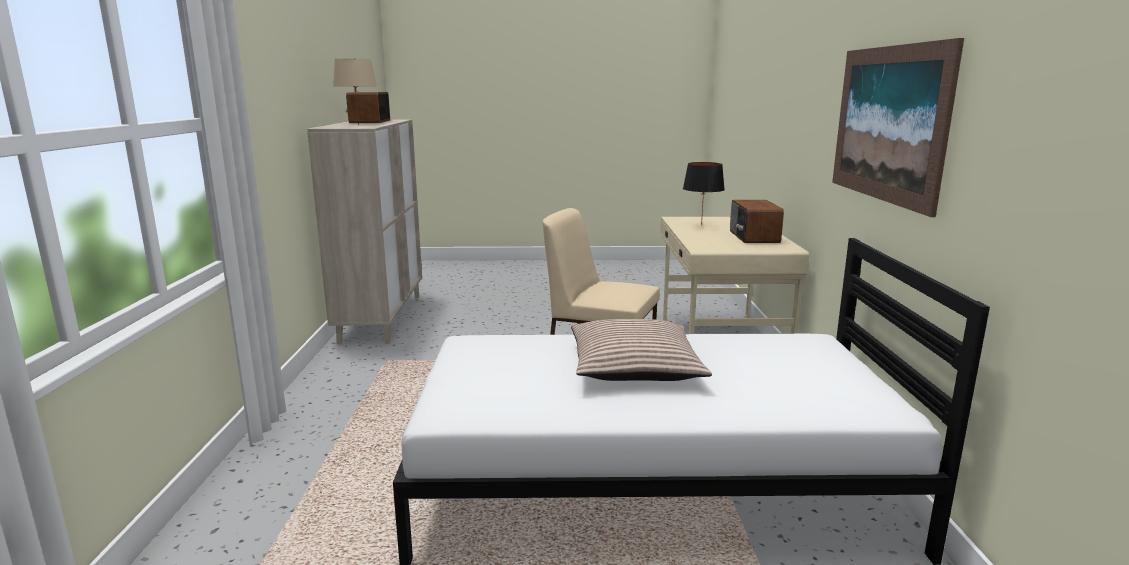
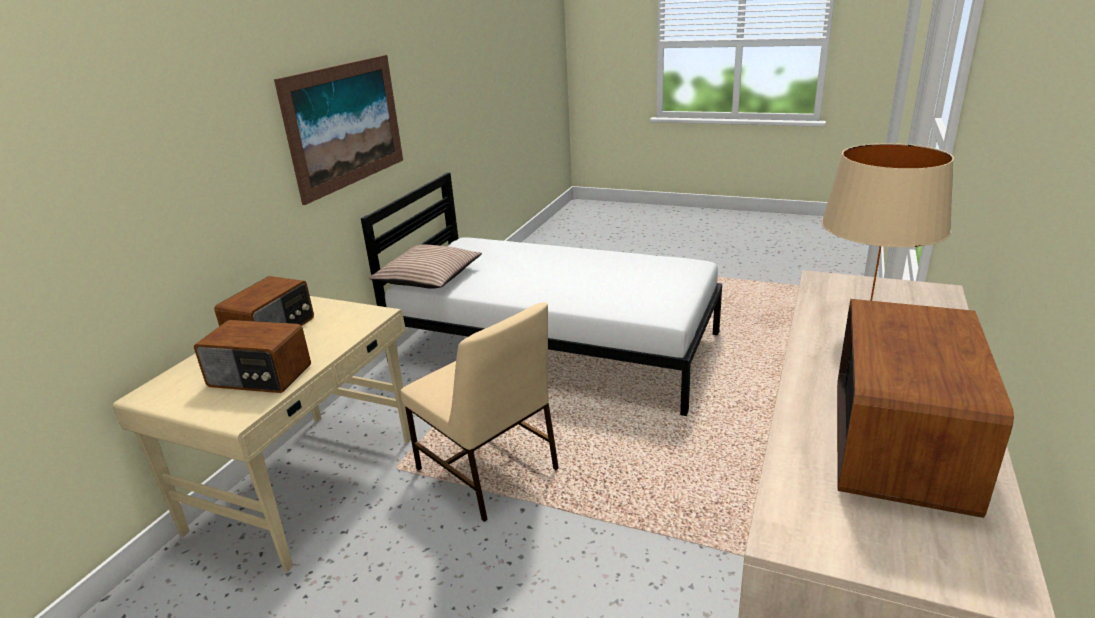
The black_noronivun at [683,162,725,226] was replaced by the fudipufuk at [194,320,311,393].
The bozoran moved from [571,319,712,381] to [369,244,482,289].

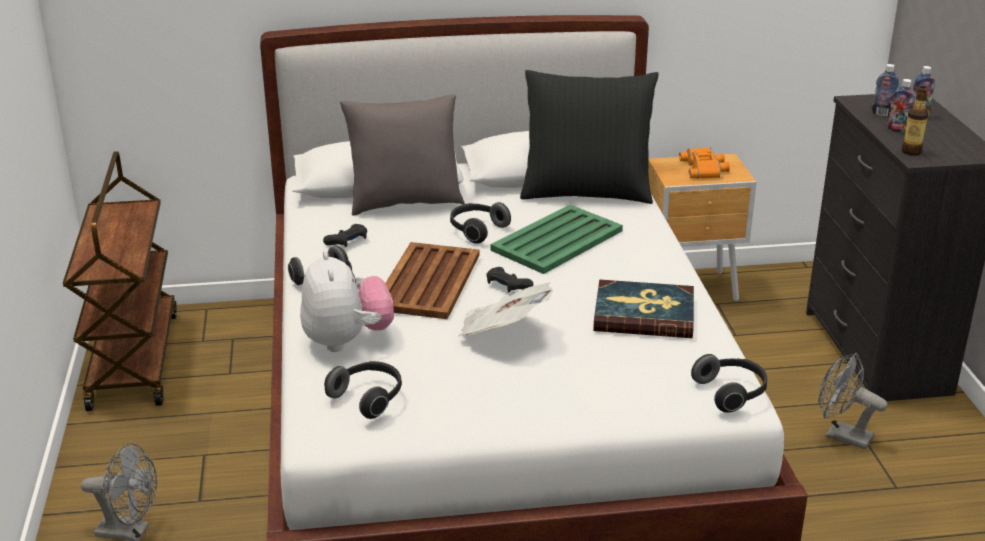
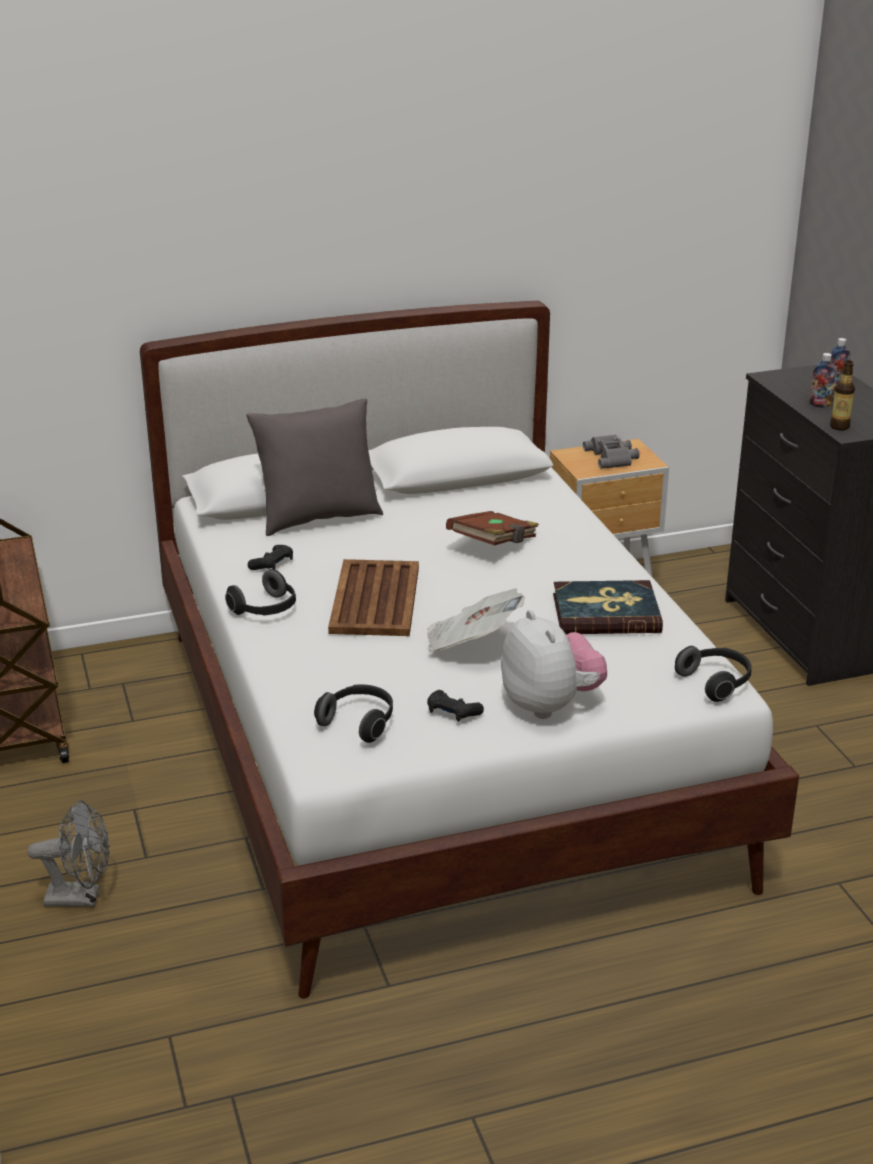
The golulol at [872,64,899,117] disappeared.
The black_bozoran at [520,70,659,204] disappeared.
The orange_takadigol at [679,148,730,179] became the grey_takadigol at [583,435,639,469].
The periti at [450,202,511,244] disappeared.
The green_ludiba at [490,205,623,274] was replaced by the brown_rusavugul at [446,511,539,545].
The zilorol moved from [300,251,394,352] to [501,610,607,719].
The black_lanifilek moved from [487,267,533,292] to [427,690,484,722].
The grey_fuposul at [818,353,888,450] disappeared.

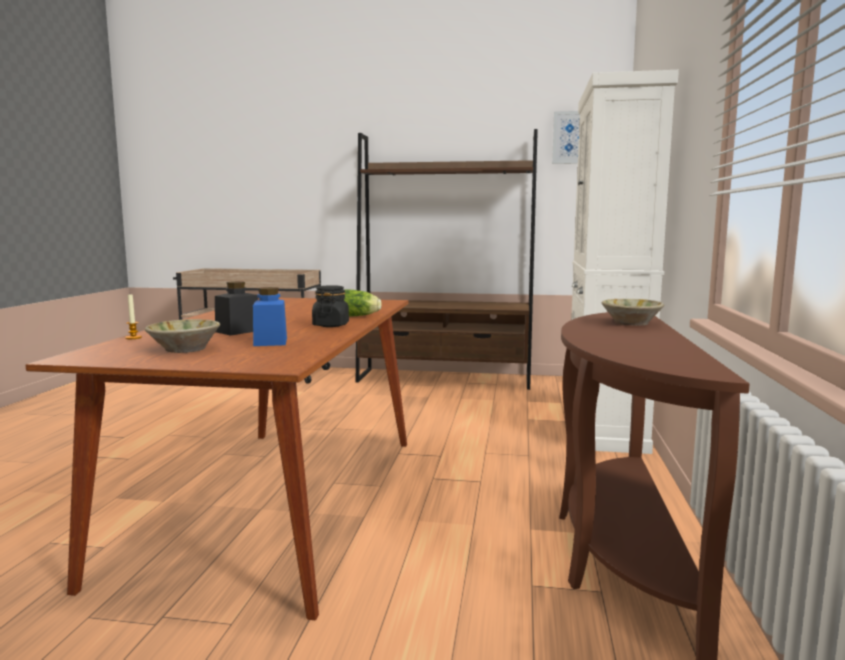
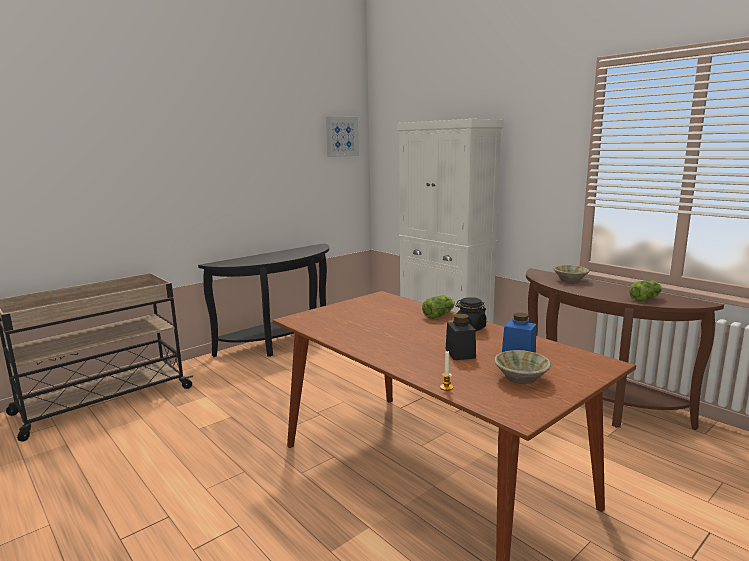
The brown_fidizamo at [356,129,538,390] was replaced by the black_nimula at [198,243,329,357].
The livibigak at [629,281,662,301] appeared.

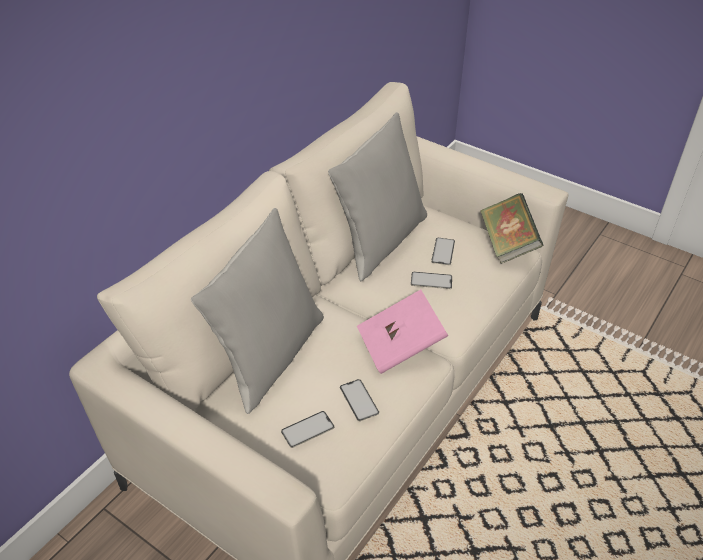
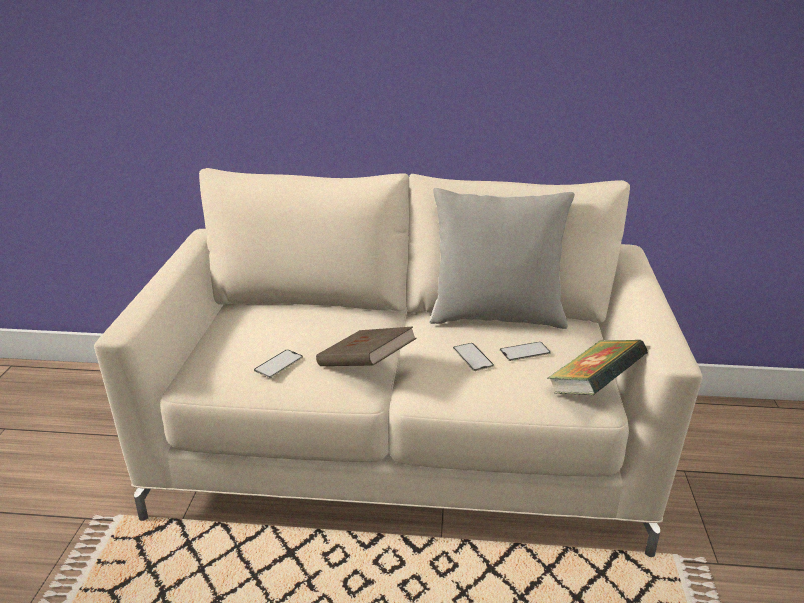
The grey_bozoran at [191,208,324,414] disappeared.
The pink_rusavugul at [357,290,448,374] became the brown_rusavugul at [316,327,417,366].
The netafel at [281,411,334,448] disappeared.

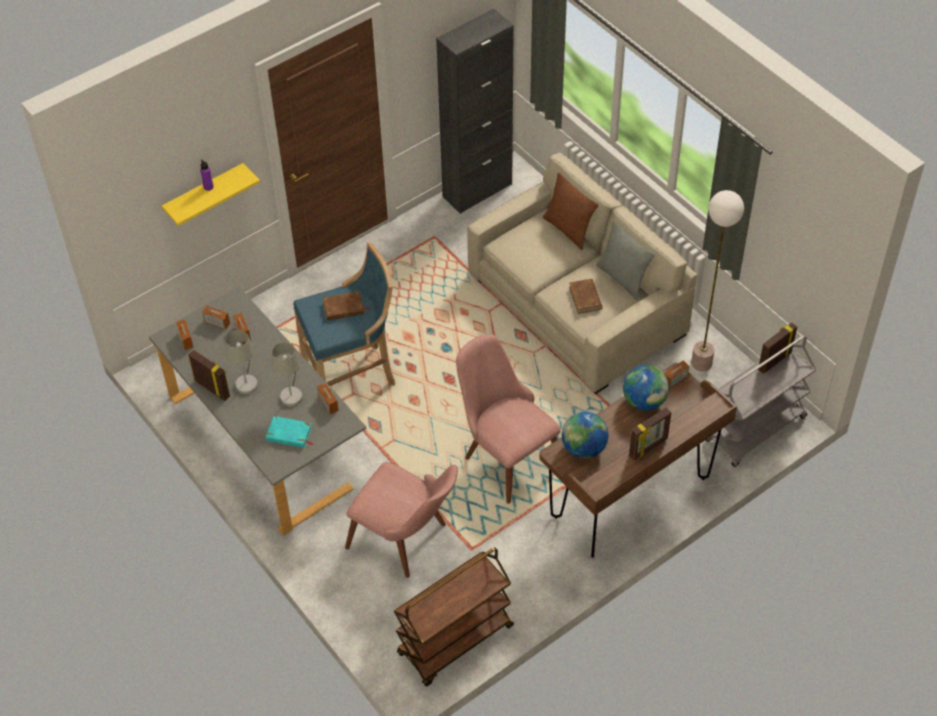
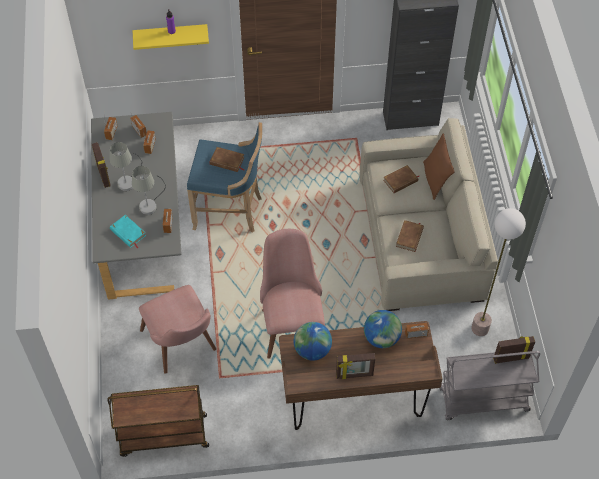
The grey_bozoran at [596,221,655,300] disappeared.
The brown_rusavugul at [383,165,420,193] appeared.

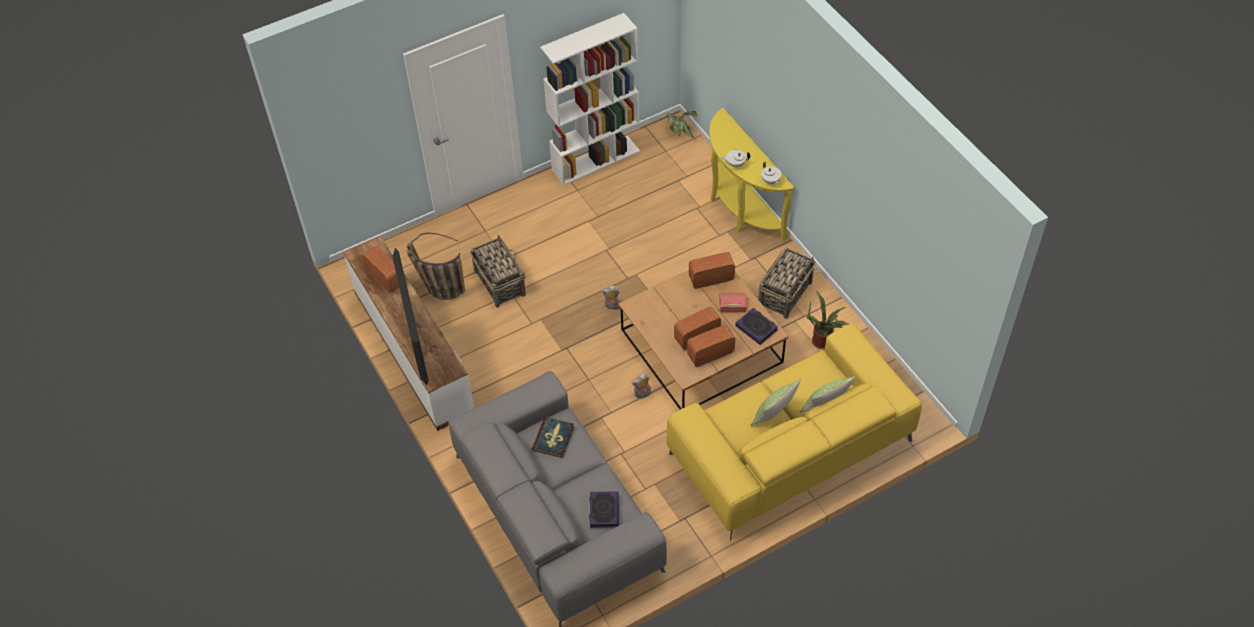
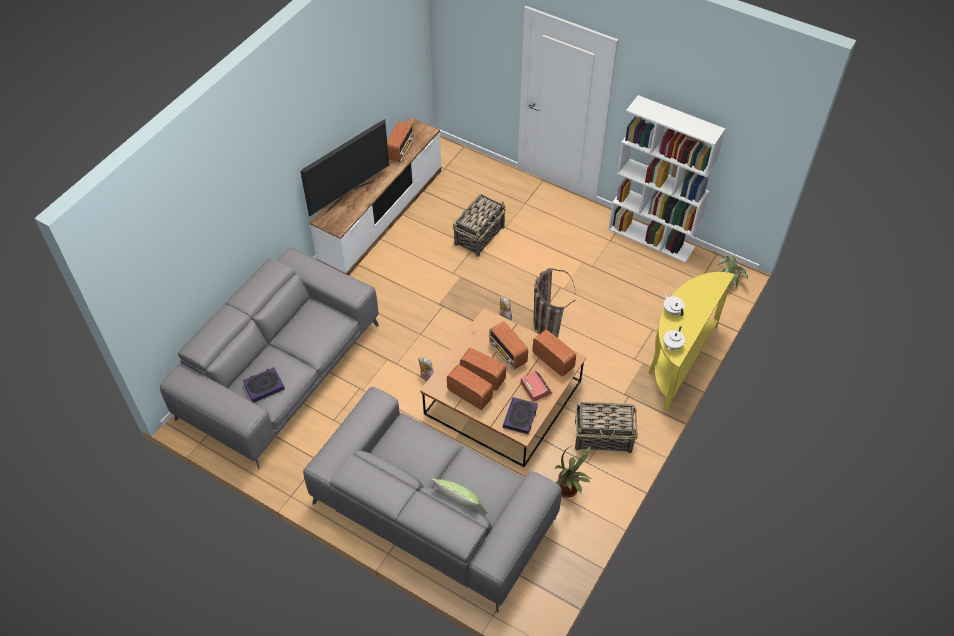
The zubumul moved from [406,233,465,300] to [534,268,576,338].
The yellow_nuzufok at [667,324,922,541] became the grey_nuzufok at [303,387,562,613].
The bozoran at [751,379,801,426] disappeared.
The rusavugul at [532,417,574,458] disappeared.
The fudipufuk at [489,321,528,370] appeared.

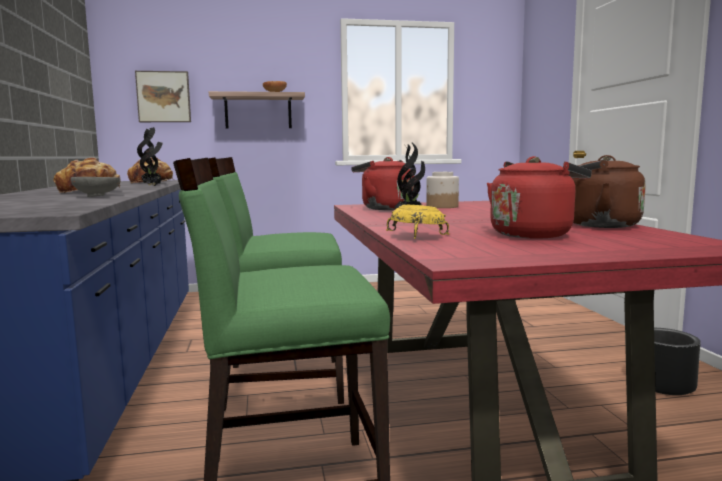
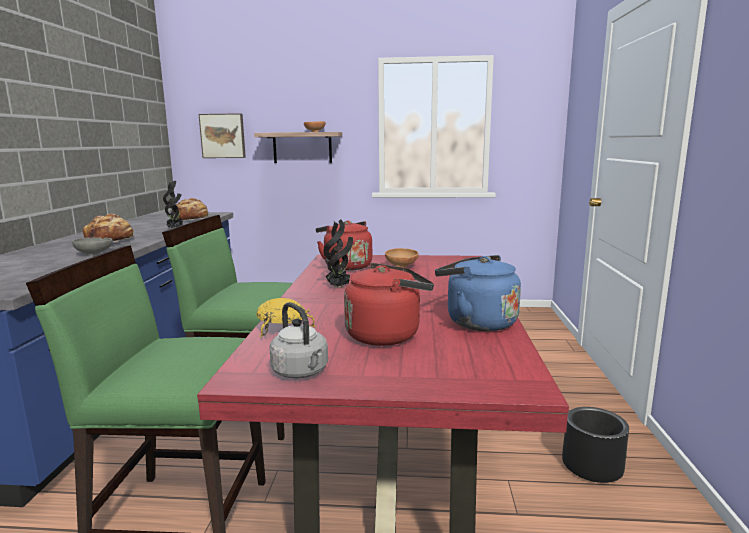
The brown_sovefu at [572,155,646,228] became the blue_sovefu at [435,255,521,331].
The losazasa at [426,172,459,208] was replaced by the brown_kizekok at [385,248,419,267].
The grey_sovefu at [269,302,328,379] appeared.

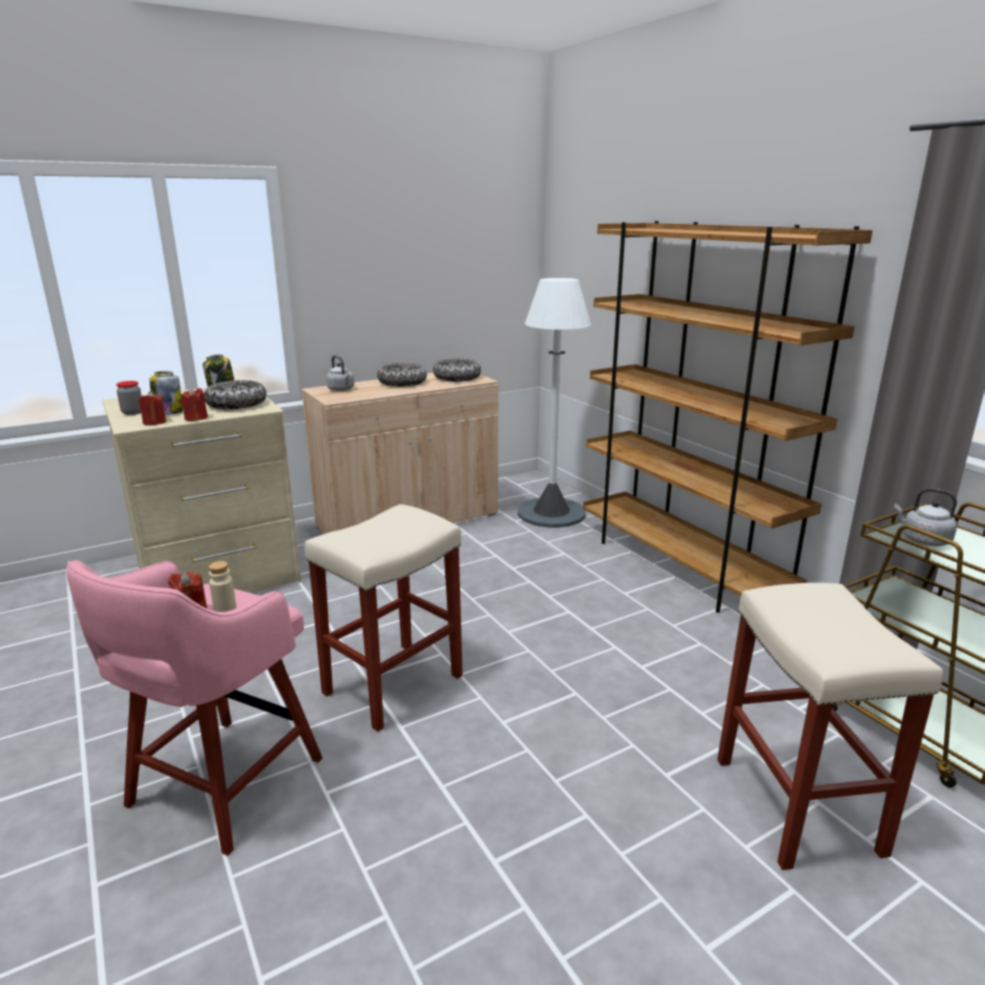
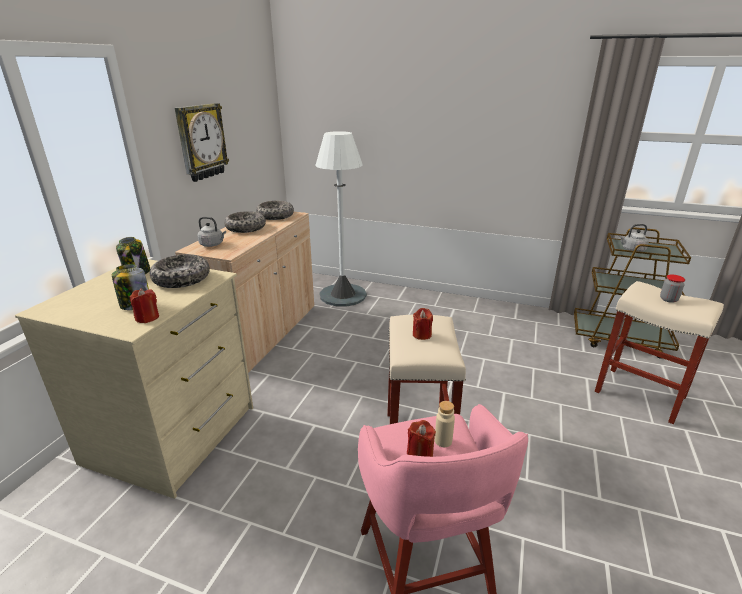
The brown_fidizamo at [583,221,873,613] disappeared.
The losazasa moved from [116,381,141,415] to [660,275,685,303].
The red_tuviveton moved from [180,387,208,421] to [413,308,433,340].
The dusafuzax at [175,103,229,182] appeared.

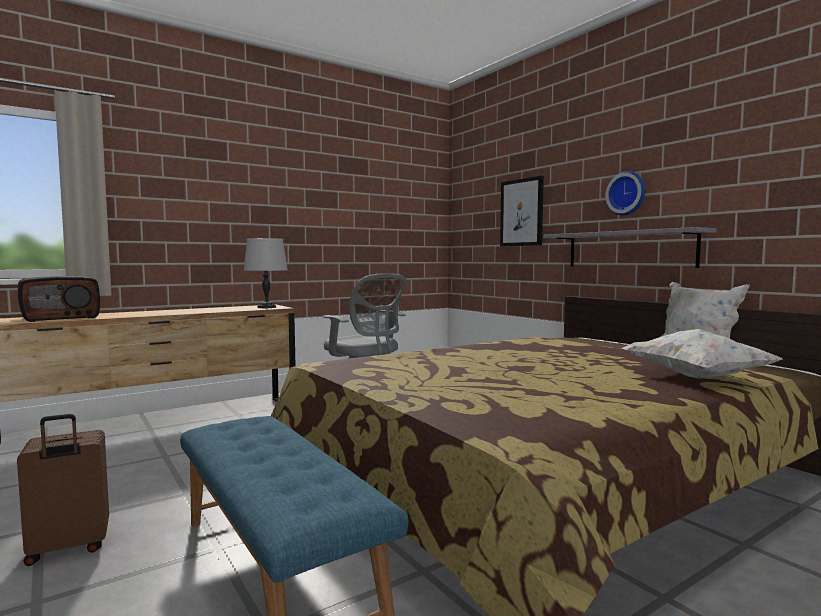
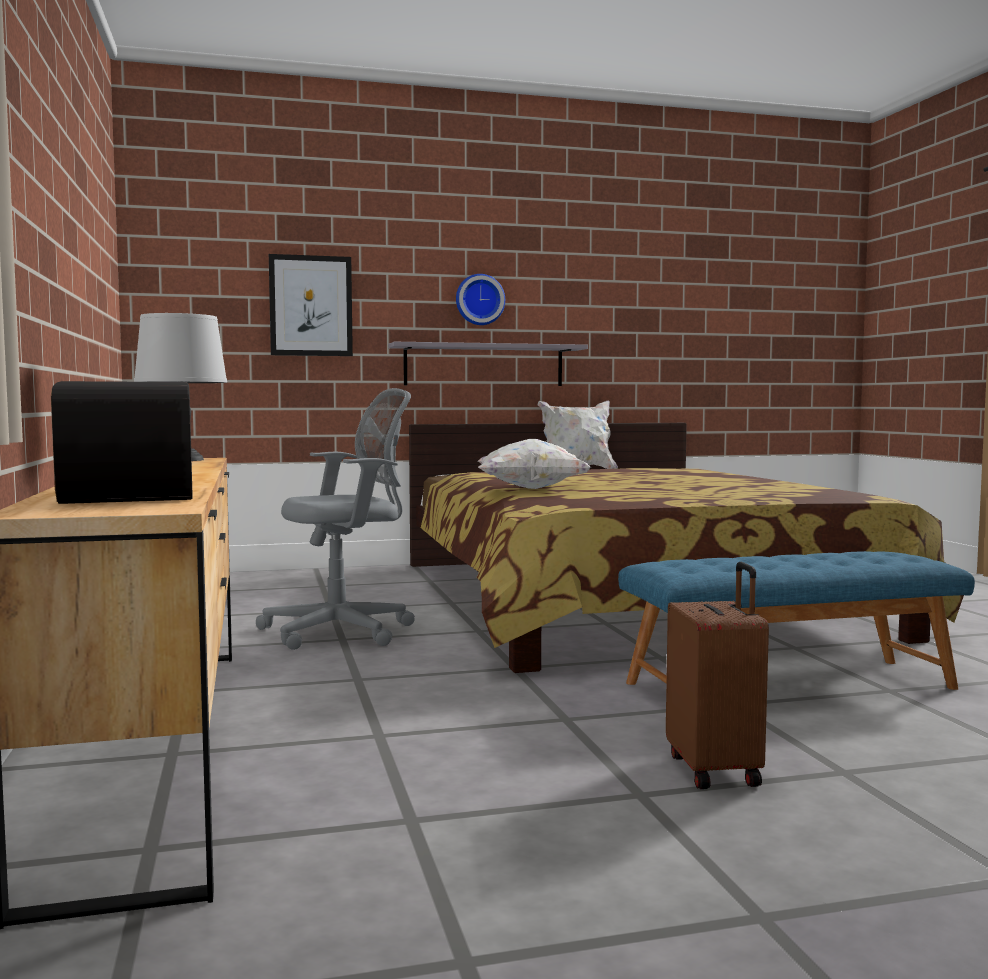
The white_bozoran moved from [621,329,782,378] to [478,439,591,489].

